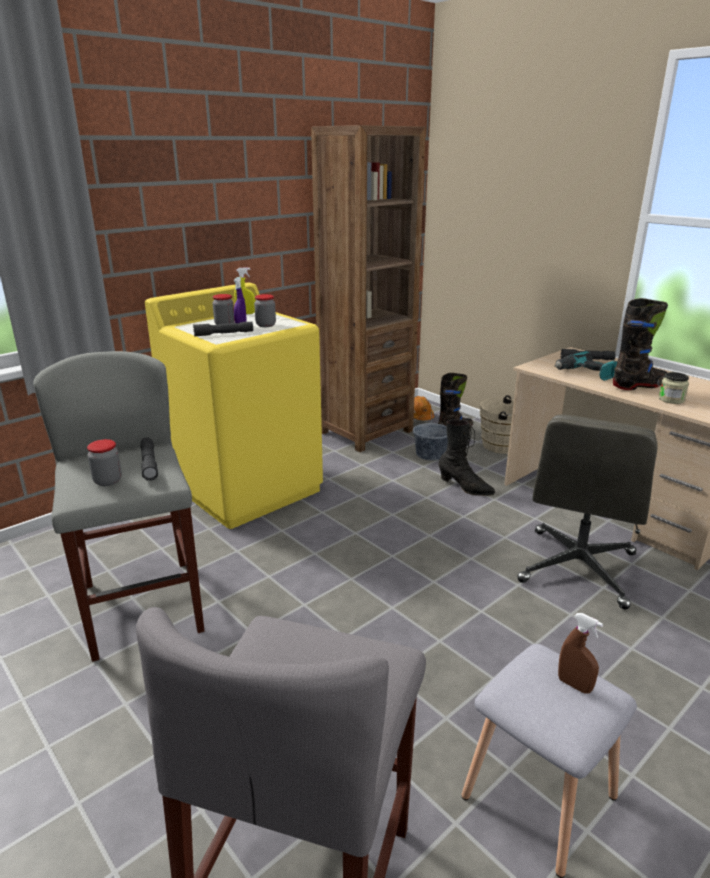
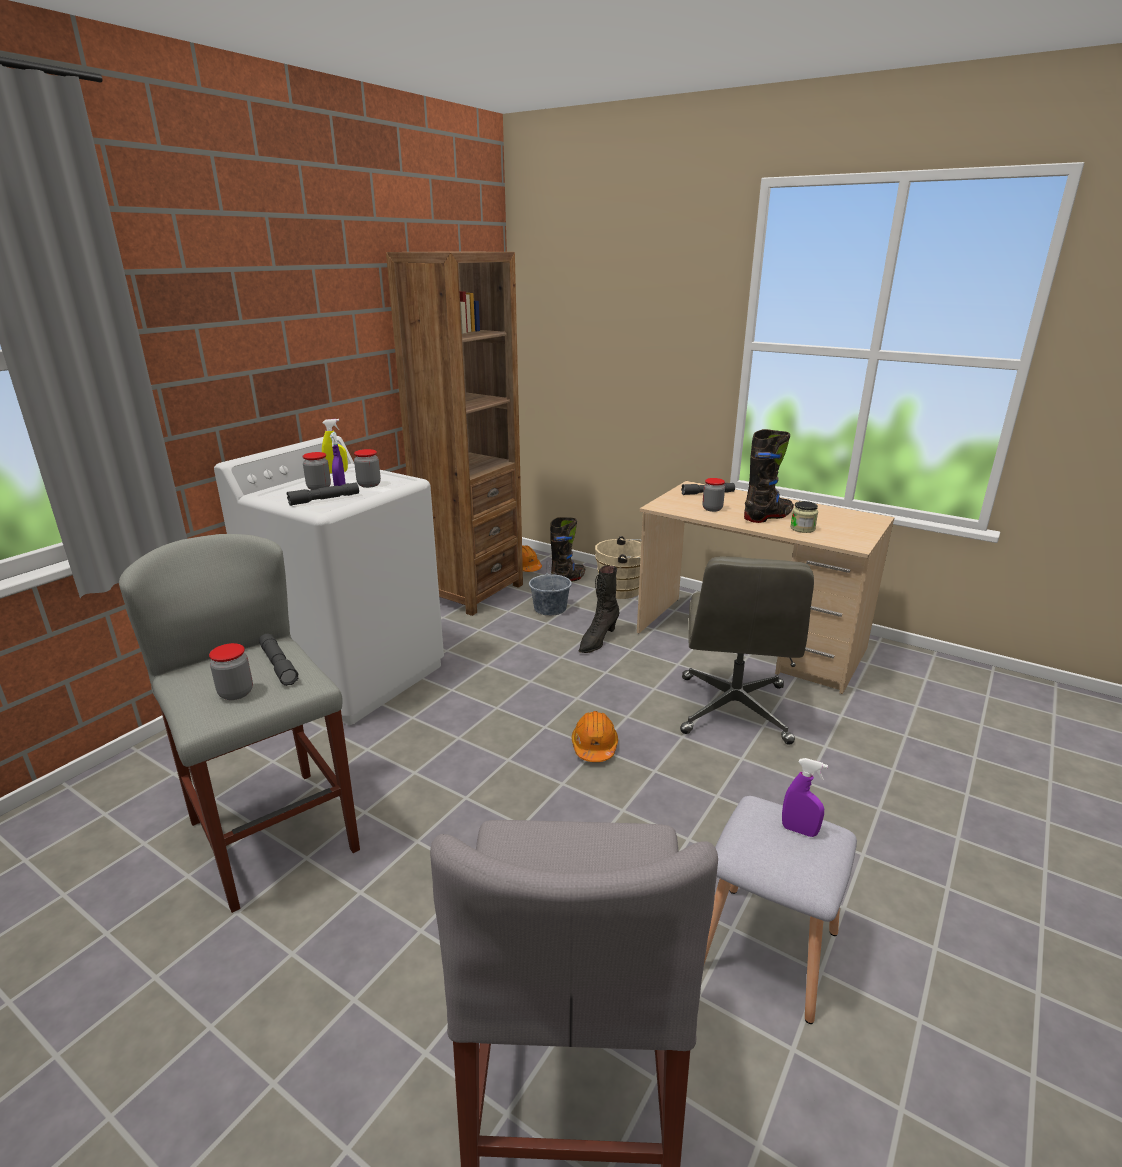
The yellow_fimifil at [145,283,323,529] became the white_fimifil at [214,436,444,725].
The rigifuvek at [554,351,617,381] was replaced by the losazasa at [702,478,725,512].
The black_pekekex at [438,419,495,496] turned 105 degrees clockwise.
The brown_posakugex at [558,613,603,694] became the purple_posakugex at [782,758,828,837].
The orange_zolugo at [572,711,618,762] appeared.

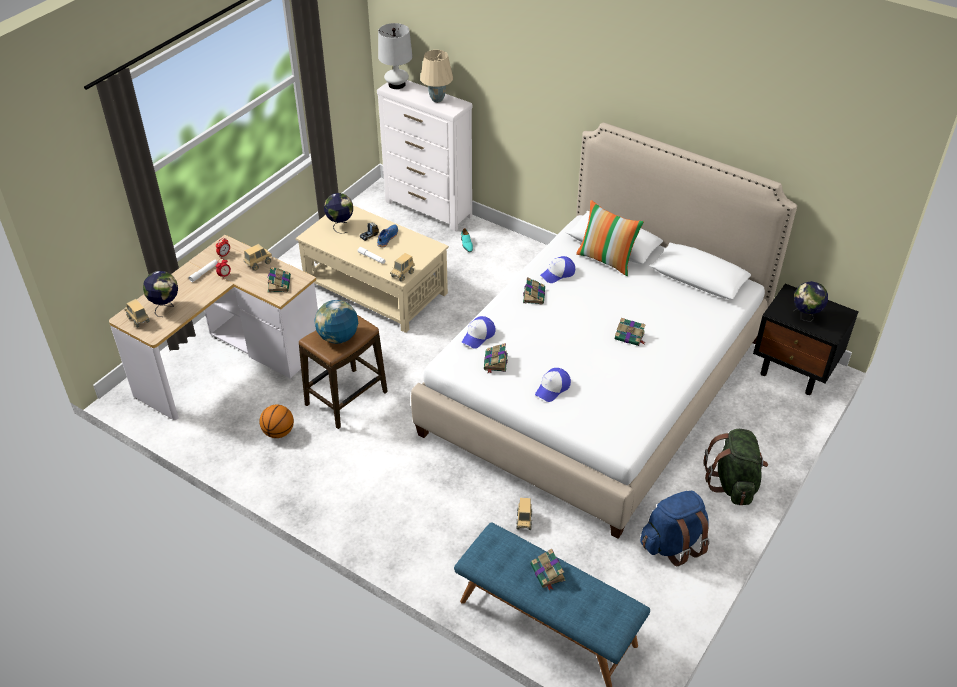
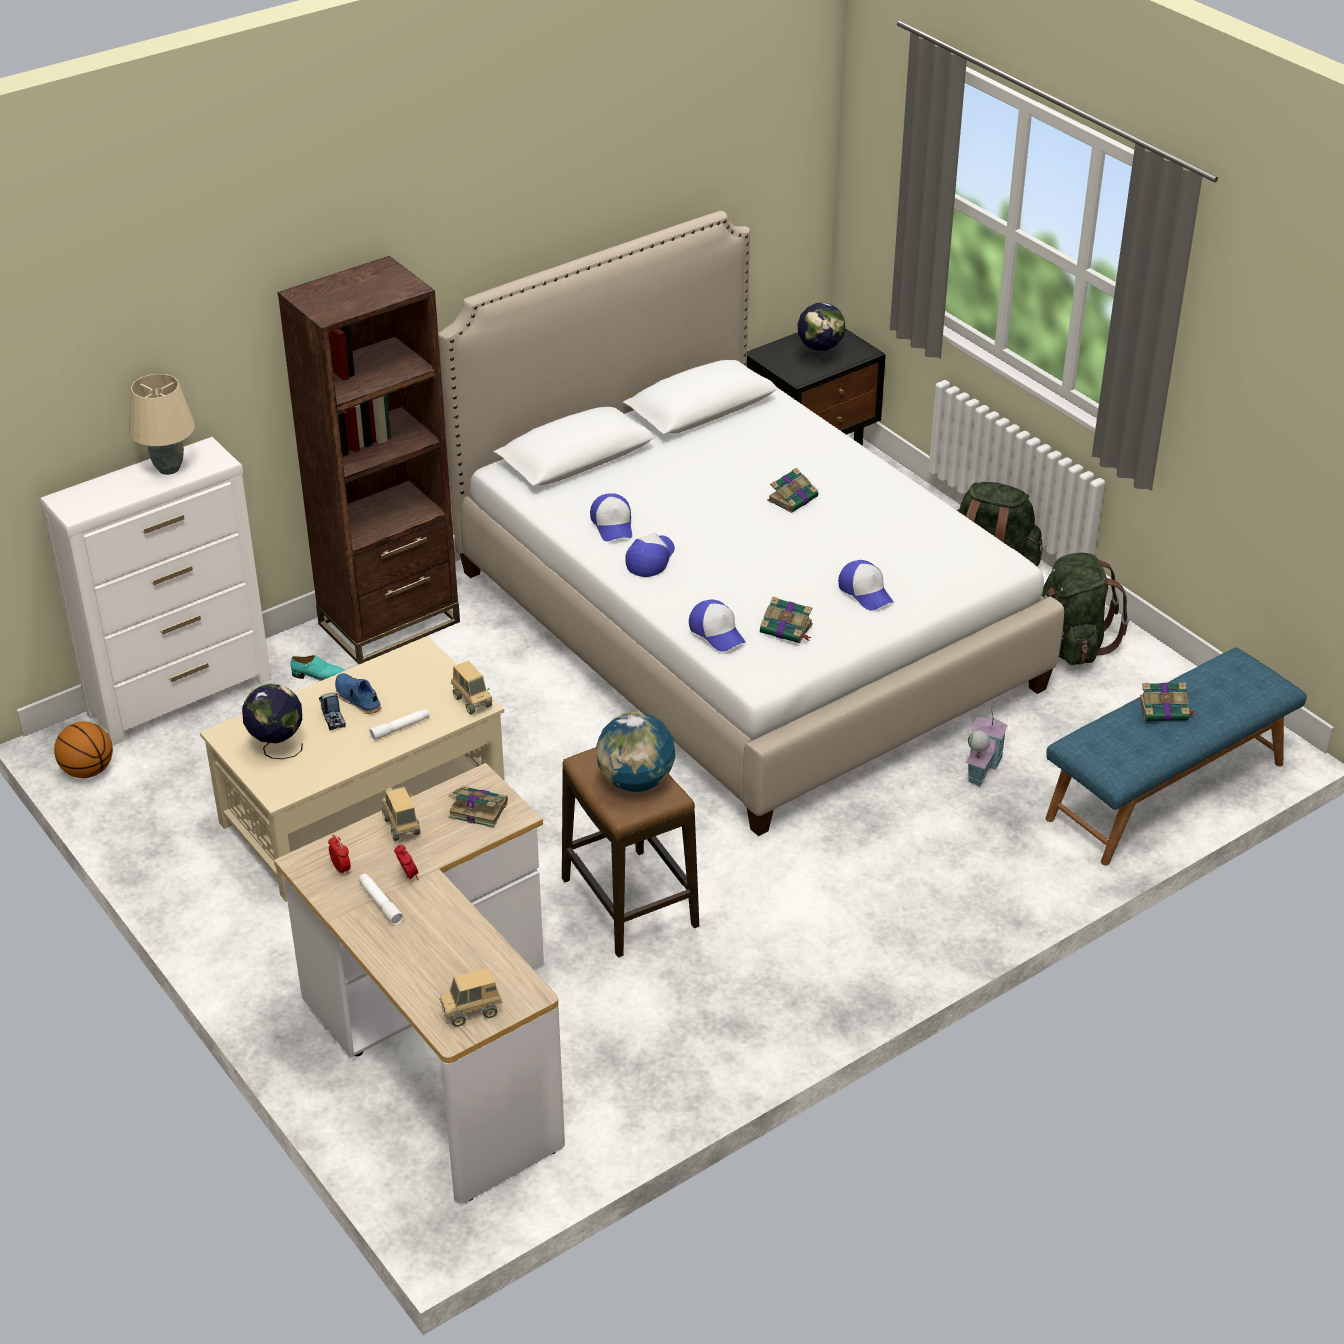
The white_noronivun at [378,23,412,89] disappeared.
The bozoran at [576,200,644,276] disappeared.
The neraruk at [143,271,178,317] disappeared.
The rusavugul at [523,277,545,304] was replaced by the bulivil at [625,533,675,577].
The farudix moved from [259,404,294,438] to [54,722,113,778].
The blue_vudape at [640,491,710,566] became the green_vudape at [1042,552,1130,665].
The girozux at [517,498,532,530] was replaced by the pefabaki at [965,705,1008,787].
The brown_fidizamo at [278,256,460,664] appeared.

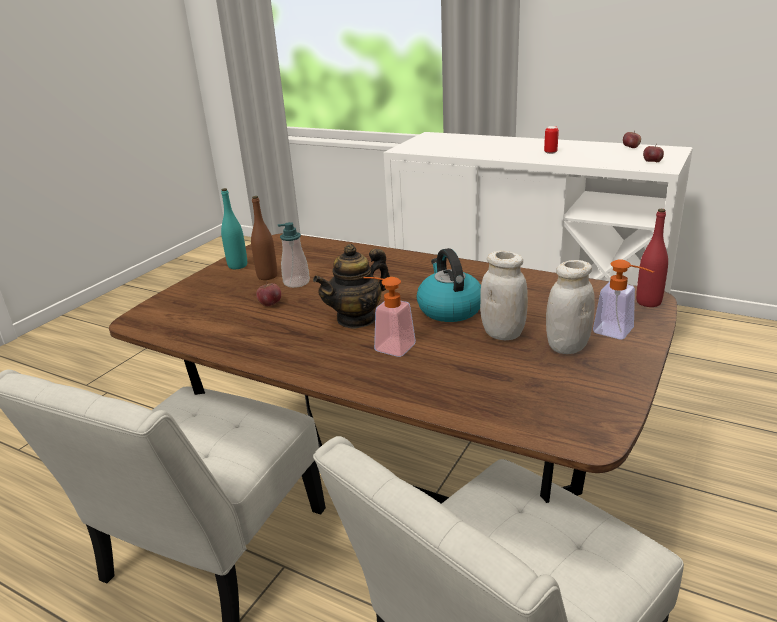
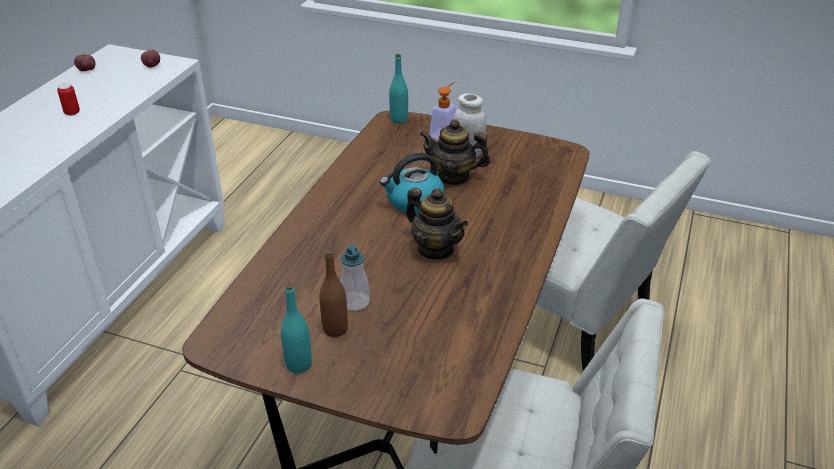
The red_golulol at [636,209,668,307] became the turquoise_golulol at [389,54,408,124].
The white_losazasa at [480,251,528,340] was replaced by the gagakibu at [419,119,491,186].
The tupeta at [363,277,416,357] disappeared.
The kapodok at [256,281,281,306] disappeared.

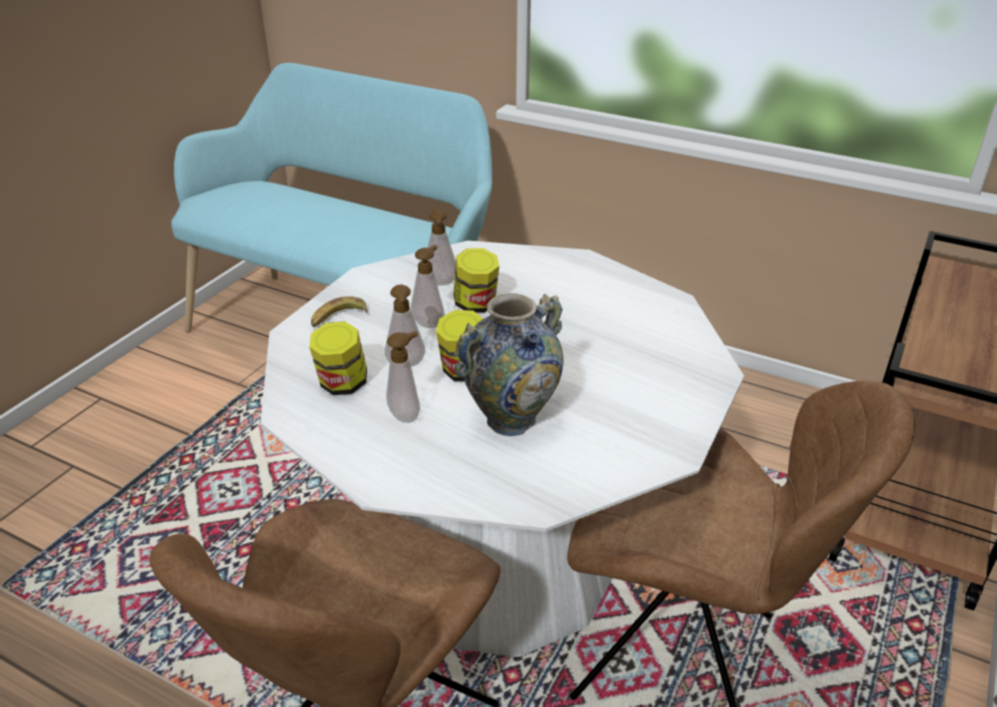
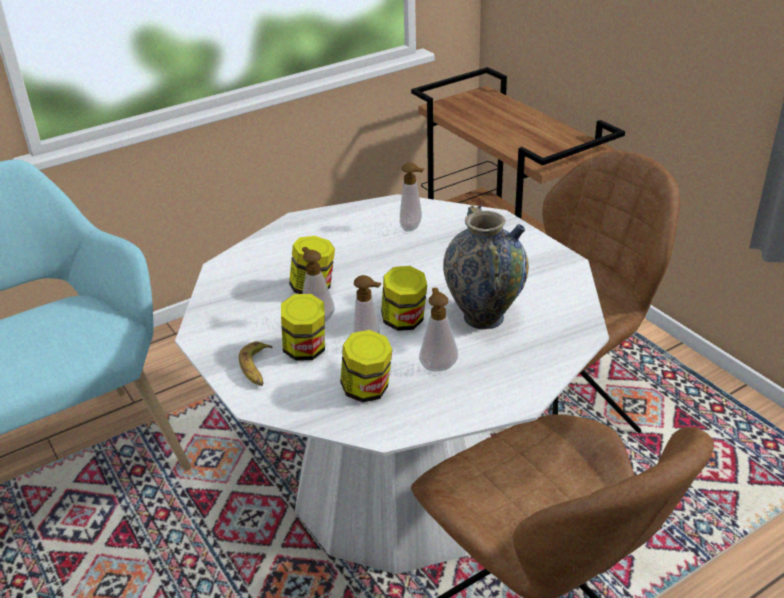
The tupeta moved from [428,210,456,286] to [400,163,424,232].
The losazasa at [281,294,325,361] appeared.

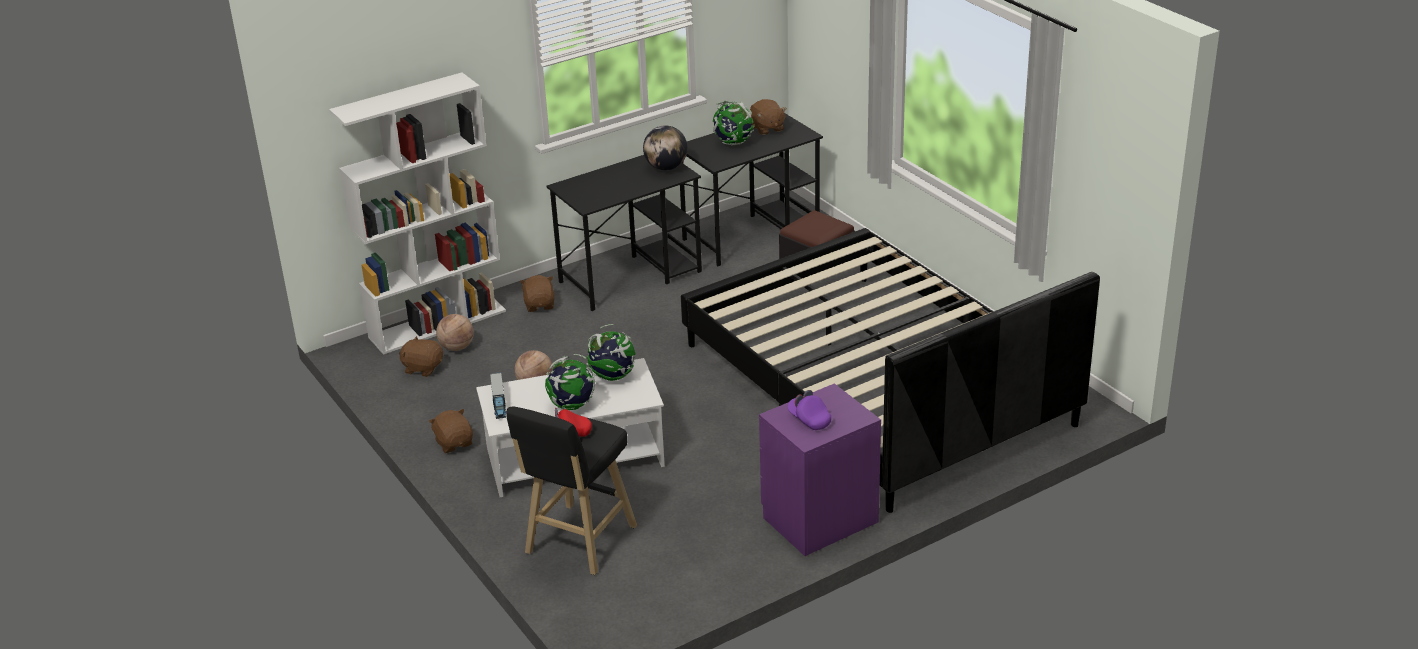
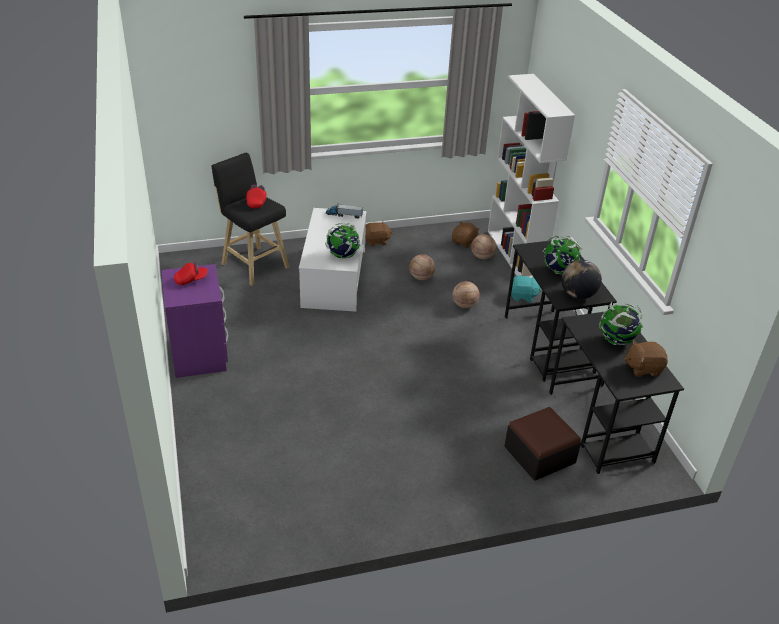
The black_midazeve at [681,228,1100,513] disappeared.
The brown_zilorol at [520,275,555,312] became the turquoise_zilorol at [511,275,542,302].
The neraruk moved from [545,354,595,410] to [543,236,582,275].
The purple_bulivil at [788,390,831,430] became the red_bulivil at [174,260,208,285].
The farudix at [453,281,480,308] appeared.

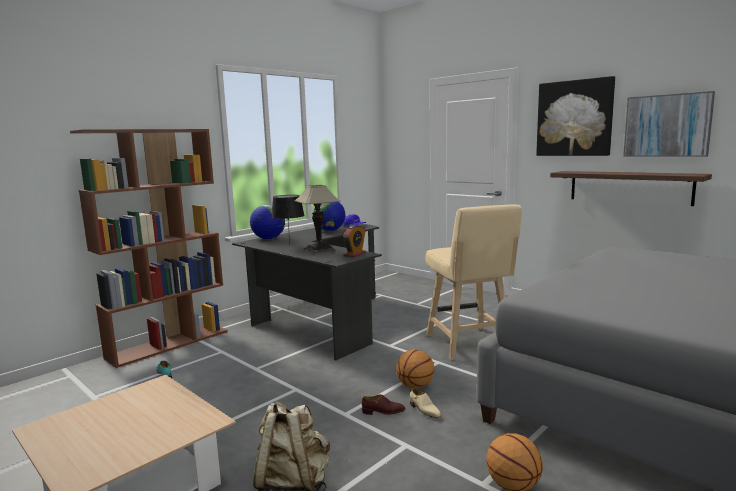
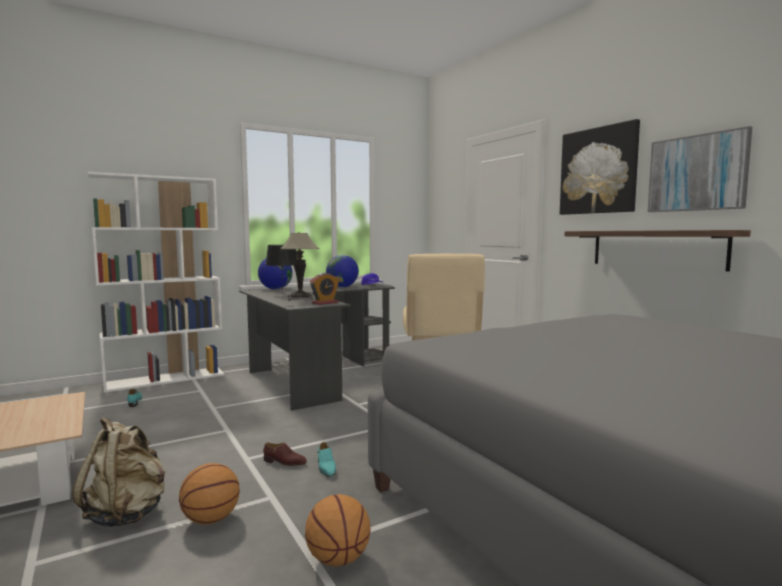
The brown_fidizamo at [70,129,228,368] became the white_fidizamo at [88,172,224,392].
The farudix moved from [396,349,435,389] to [179,463,240,525].
The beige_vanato at [410,388,441,419] became the turquoise_vanato at [317,442,336,477].

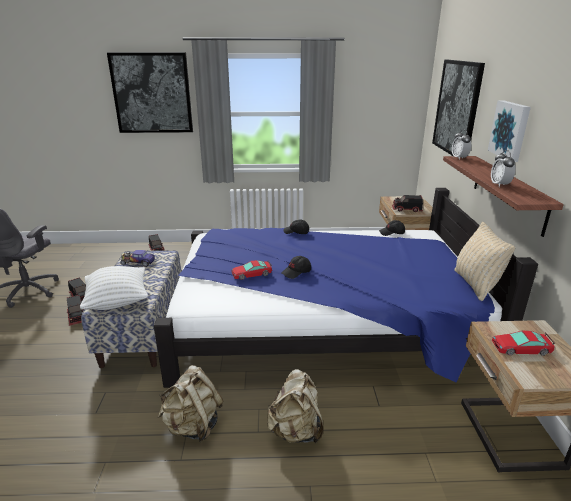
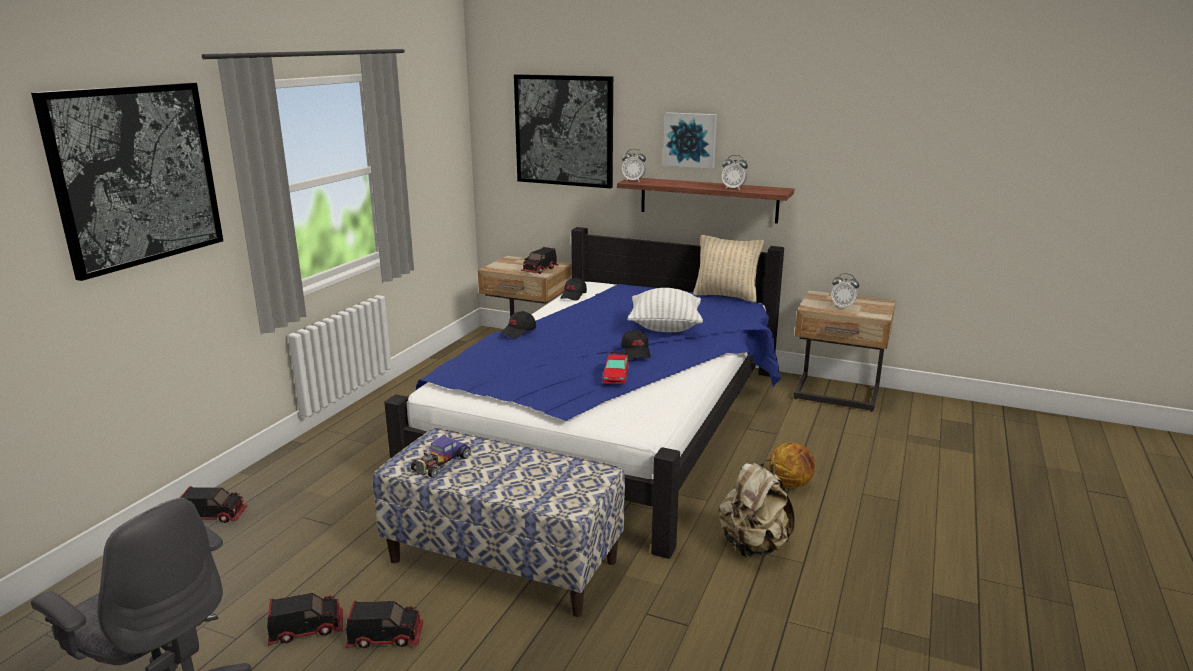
The white_bozoran moved from [80,266,148,310] to [627,288,703,332].
The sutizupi at [492,331,555,356] was replaced by the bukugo at [831,273,859,309].
The beige_vudape at [267,369,324,443] was replaced by the farudix at [769,442,815,488].

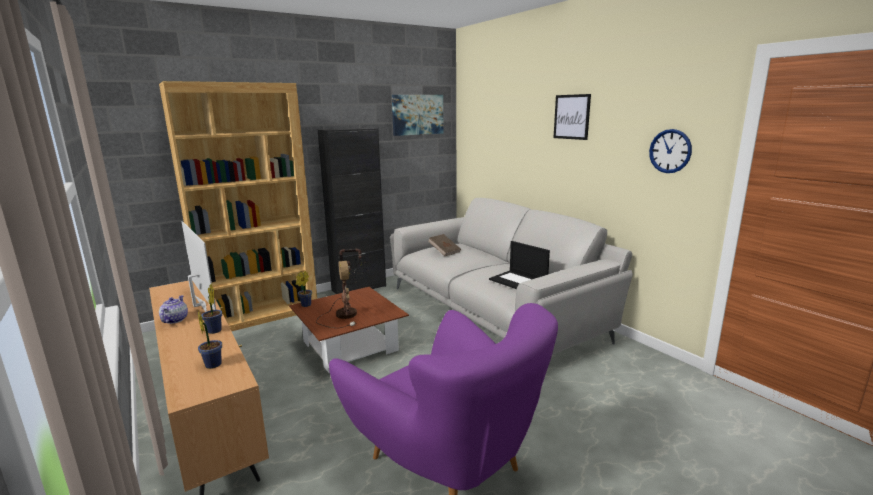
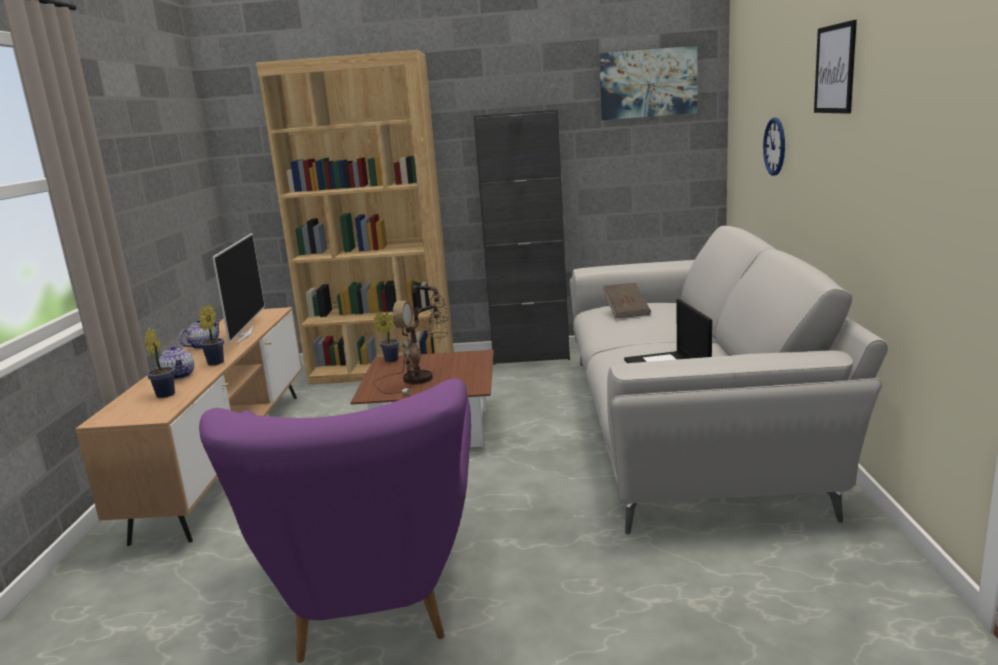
The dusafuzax moved from [649,129,692,173] to [763,118,785,176].
The gagakibu at [159,345,194,380] appeared.

